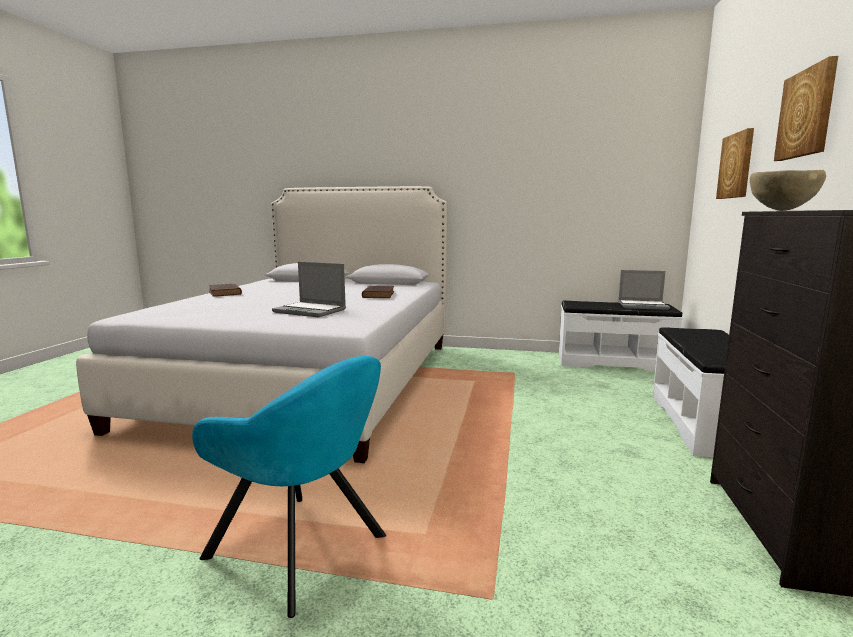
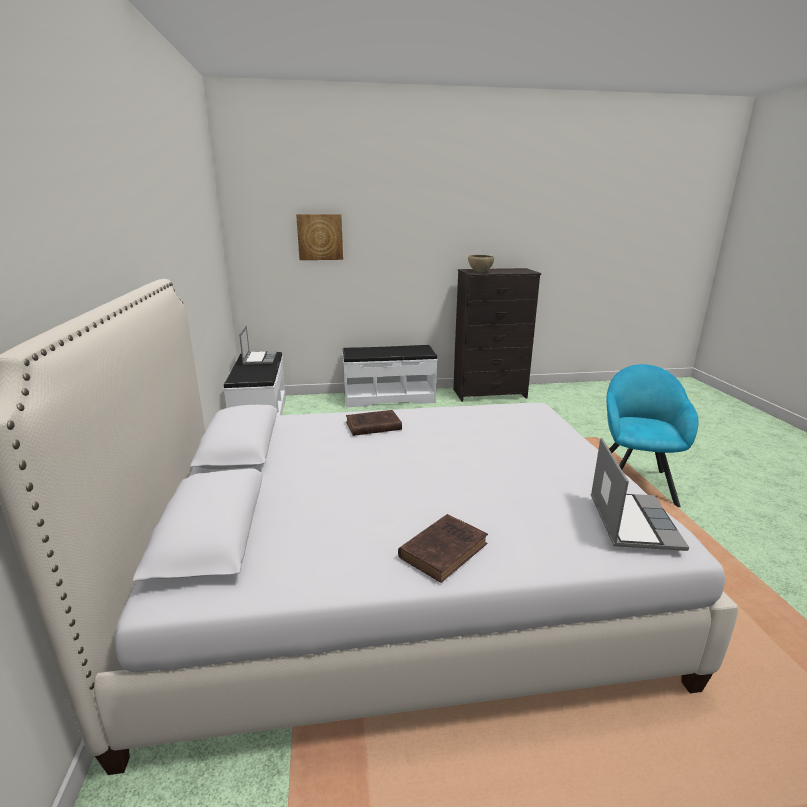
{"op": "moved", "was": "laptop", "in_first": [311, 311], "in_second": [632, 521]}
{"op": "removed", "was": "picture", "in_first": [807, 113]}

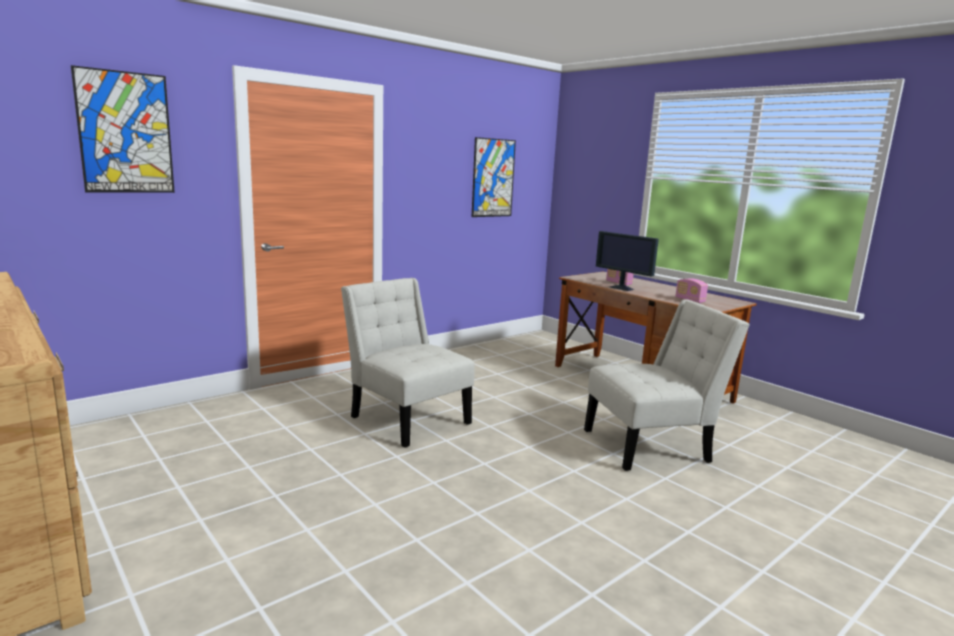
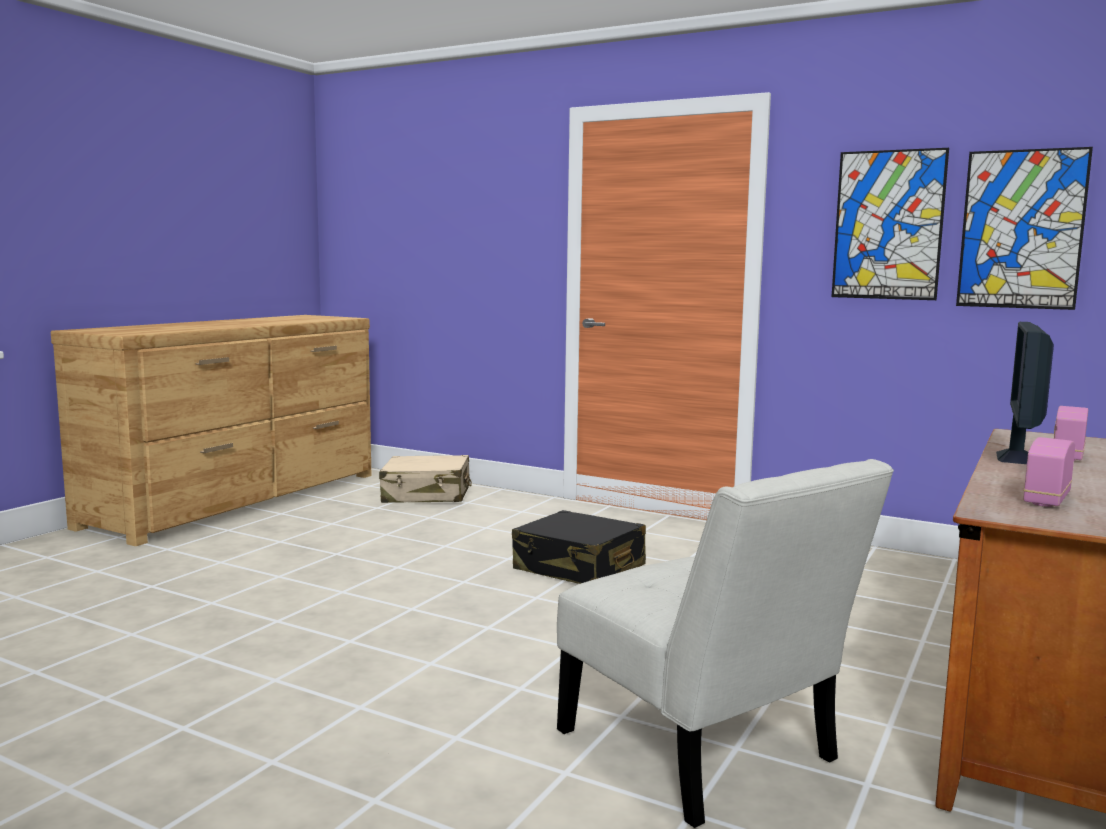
{"op": "added", "now": "suitcase/beige", "in_second": [426, 495]}
{"op": "replaced", "was": "chair/white", "now": "suitcase/black", "in_first": [407, 418], "in_second": [579, 568]}
{"op": "moved", "was": "picture", "in_first": [125, 133], "in_second": [888, 225]}

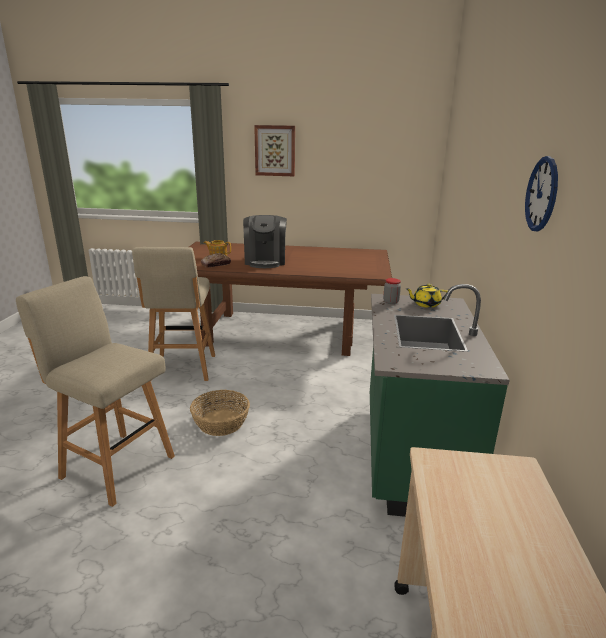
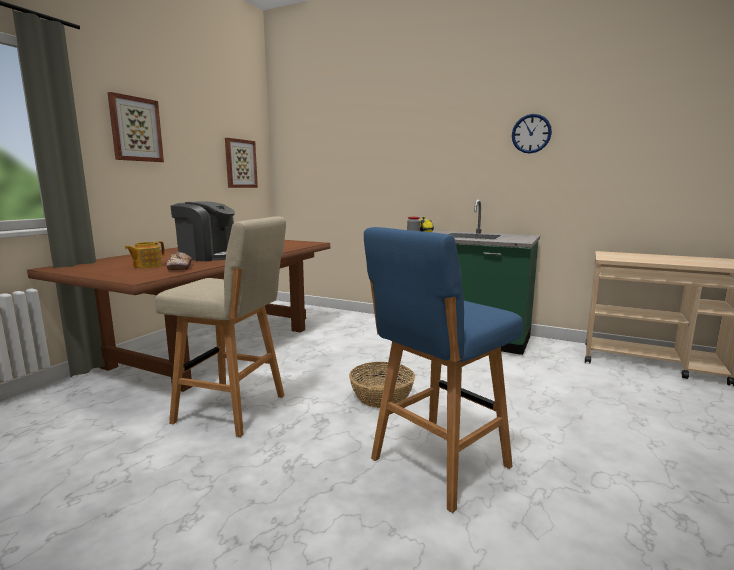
{"op": "added", "now": "picture", "in_second": [240, 163]}
{"op": "recoloured", "was": "stool/beige", "now": "stool/blue", "in_first": [115, 465], "in_second": [437, 464]}

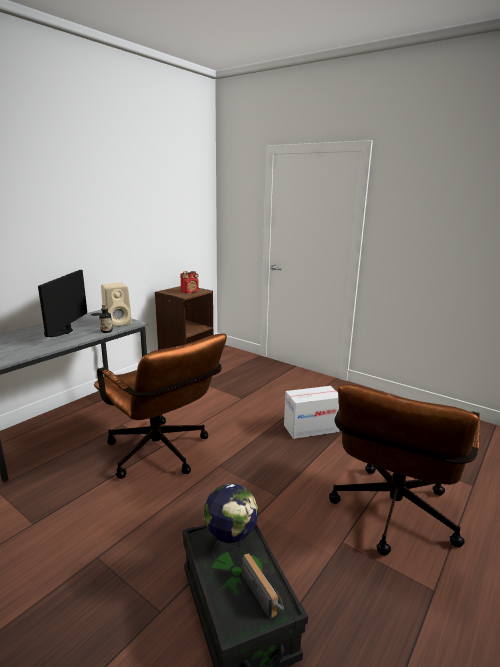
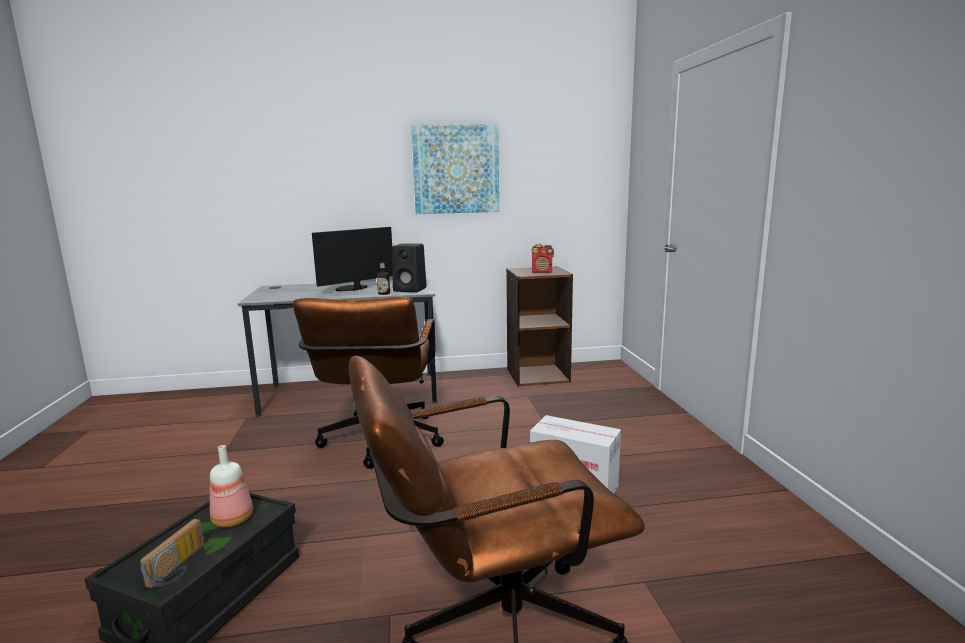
{"op": "replaced", "was": "globe", "now": "bottle", "in_first": [230, 545], "in_second": [234, 519]}
{"op": "recoloured", "was": "speaker/beige", "now": "speaker/black", "in_first": [118, 323], "in_second": [411, 289]}
{"op": "added", "now": "picture", "in_second": [456, 169]}

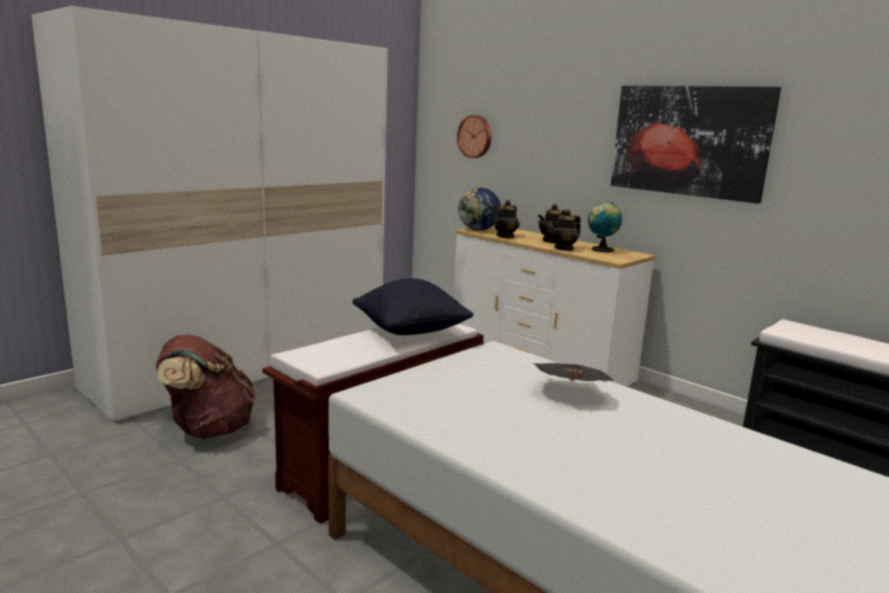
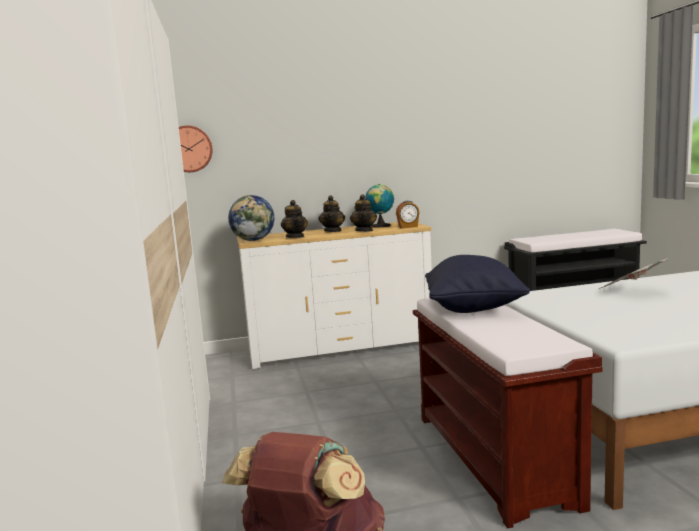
{"op": "added", "now": "alarm clock", "in_second": [408, 227]}
{"op": "removed", "was": "picture", "in_first": [688, 141]}

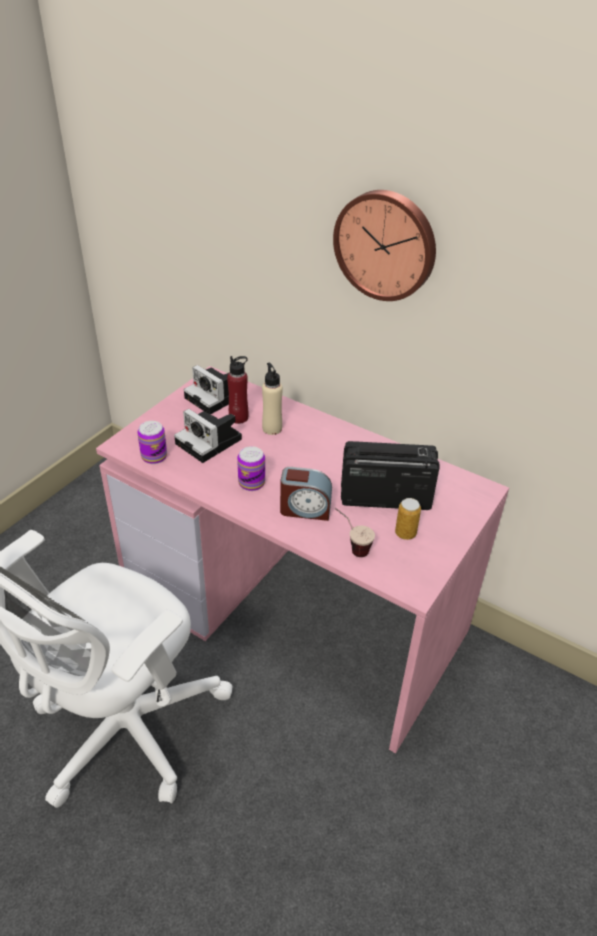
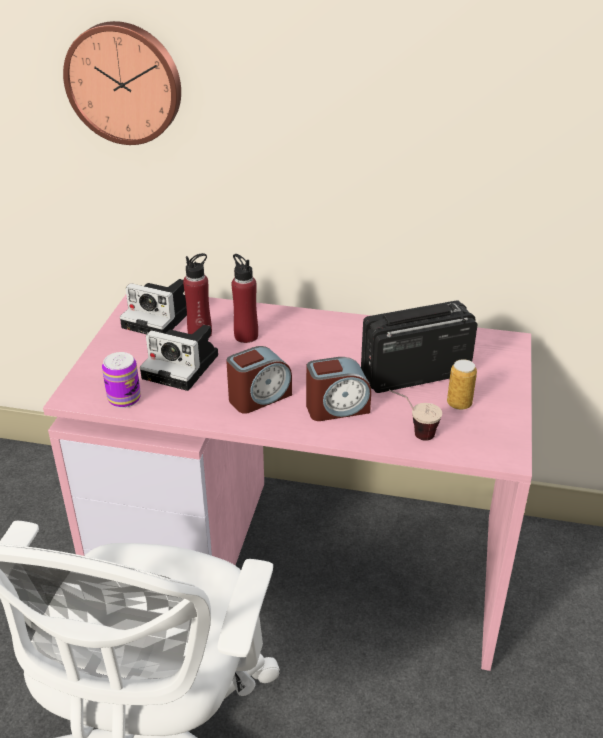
{"op": "moved", "was": "wall clock", "in_first": [386, 244], "in_second": [125, 82]}
{"op": "replaced", "was": "can", "now": "alarm clock", "in_first": [251, 483], "in_second": [259, 397]}
{"op": "recoloured", "was": "bottle/beige", "now": "bottle/red", "in_first": [272, 428], "in_second": [246, 336]}

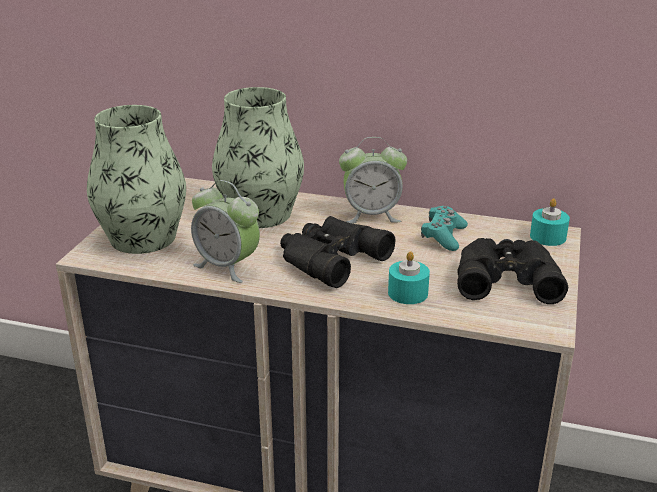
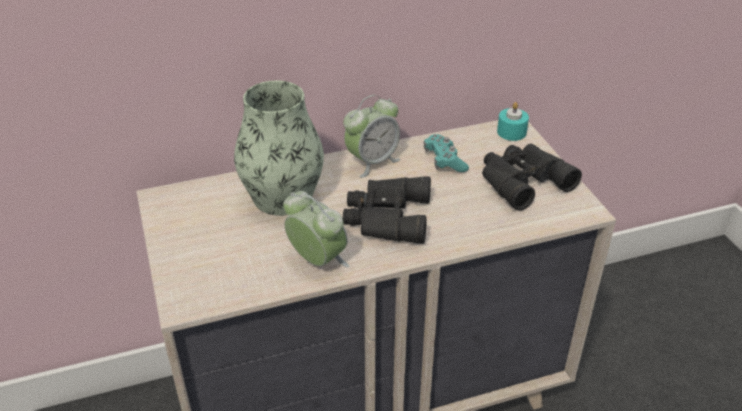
{"op": "turned", "was": "alarm clock", "in_first": [227, 266], "in_second": [317, 260], "clockwise": -135}
{"op": "removed", "was": "vase", "in_first": [143, 238]}
{"op": "removed", "was": "candle/turquoise", "in_first": [408, 293]}

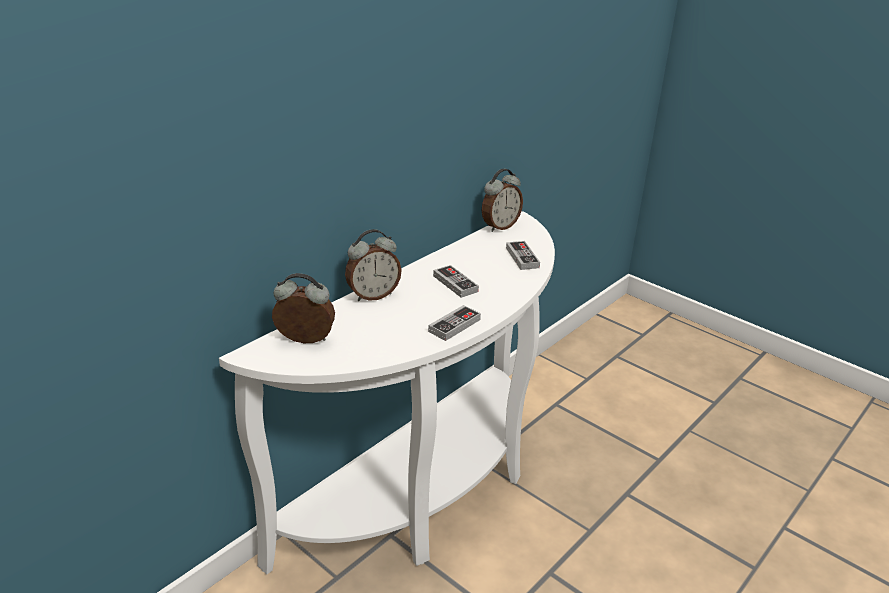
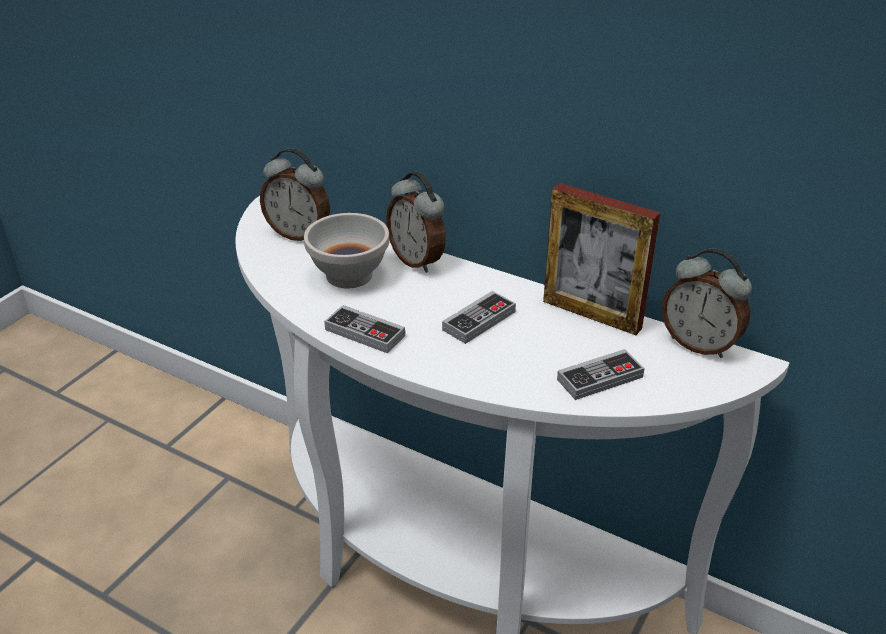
{"op": "turned", "was": "alarm clock", "in_first": [304, 341], "in_second": [299, 234], "clockwise": 120}
{"op": "added", "now": "bowl/white", "in_second": [349, 275]}
{"op": "added", "now": "picture frame", "in_second": [591, 314]}

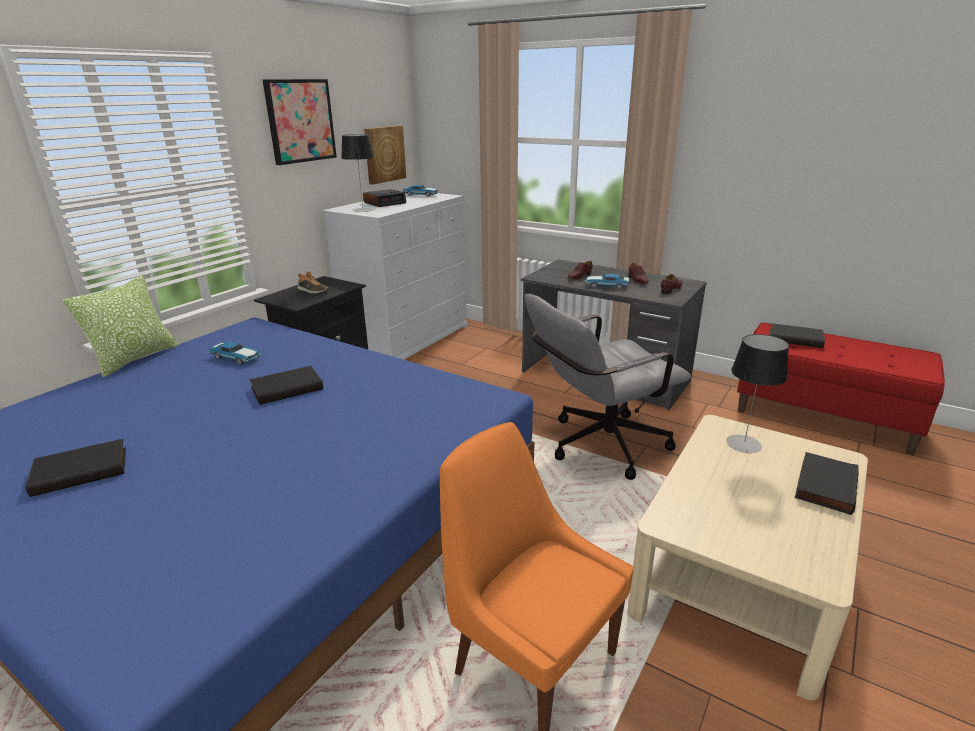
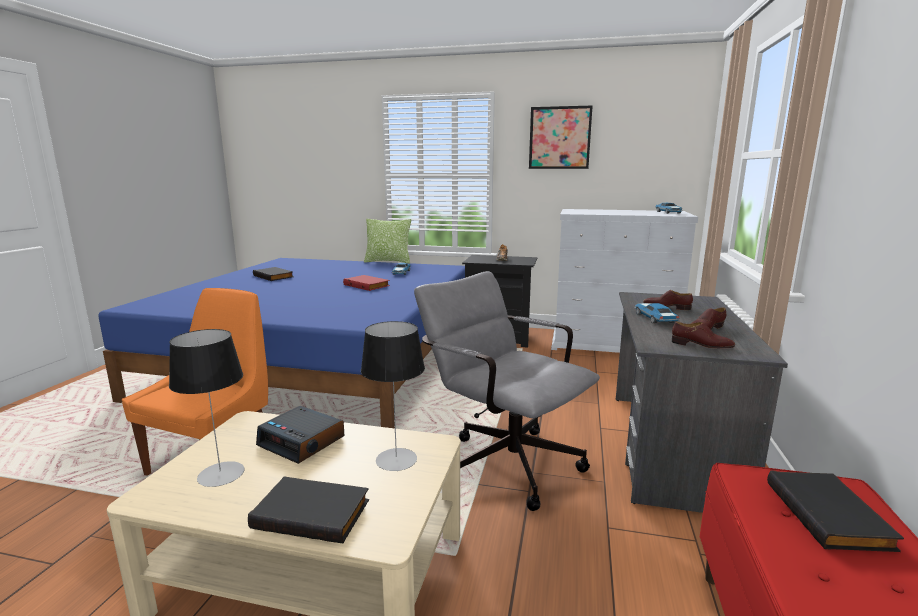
{"op": "moved", "was": "table lamp", "in_first": [362, 210], "in_second": [220, 474]}
{"op": "moved", "was": "alarm clock", "in_first": [385, 203], "in_second": [302, 441]}
{"op": "recoloured", "was": "book/black", "now": "book/red", "in_first": [287, 388], "in_second": [367, 285]}
{"op": "removed", "was": "picture", "in_first": [384, 154]}

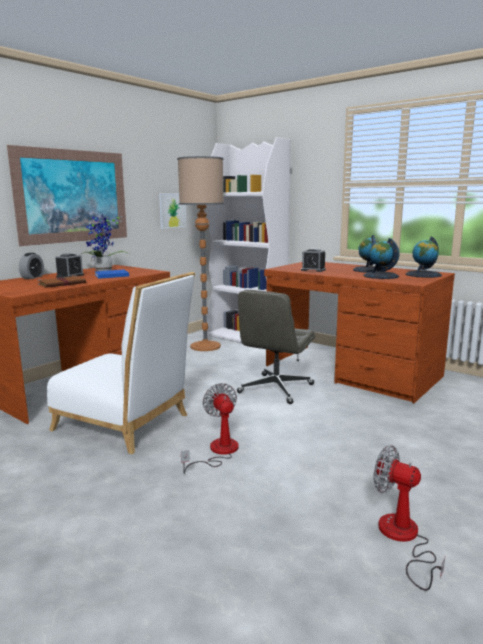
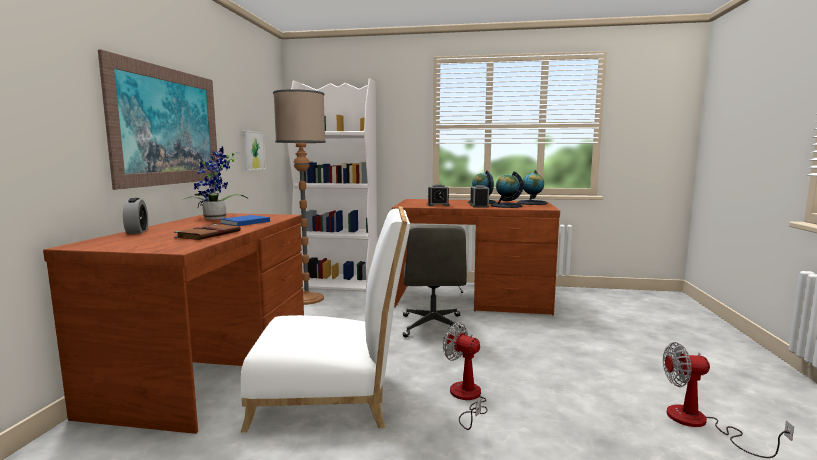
{"op": "moved", "was": "alarm clock", "in_first": [70, 276], "in_second": [479, 206]}

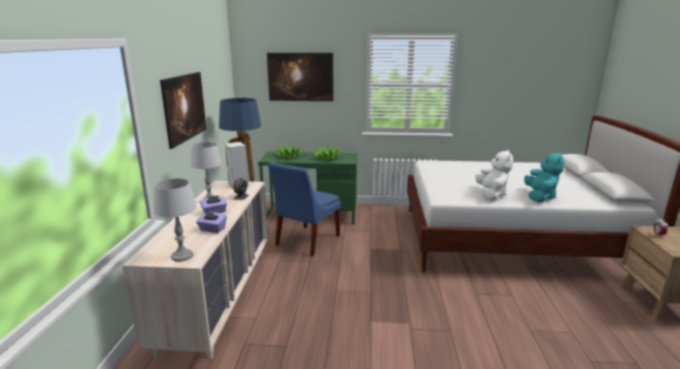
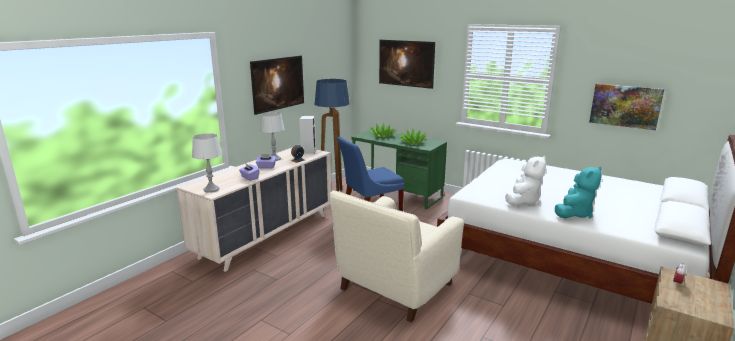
{"op": "added", "now": "armchair/beige", "in_second": [394, 288]}
{"op": "added", "now": "picture", "in_second": [625, 106]}

